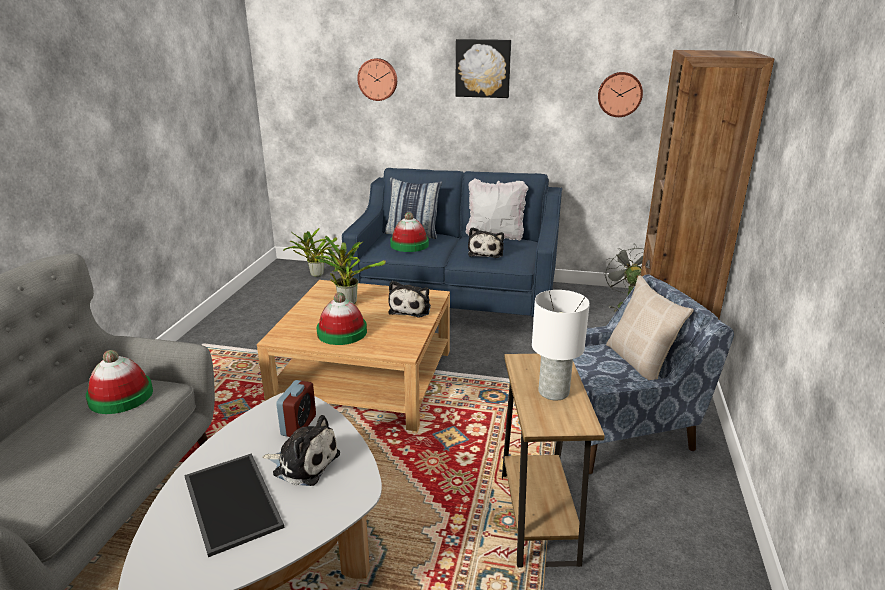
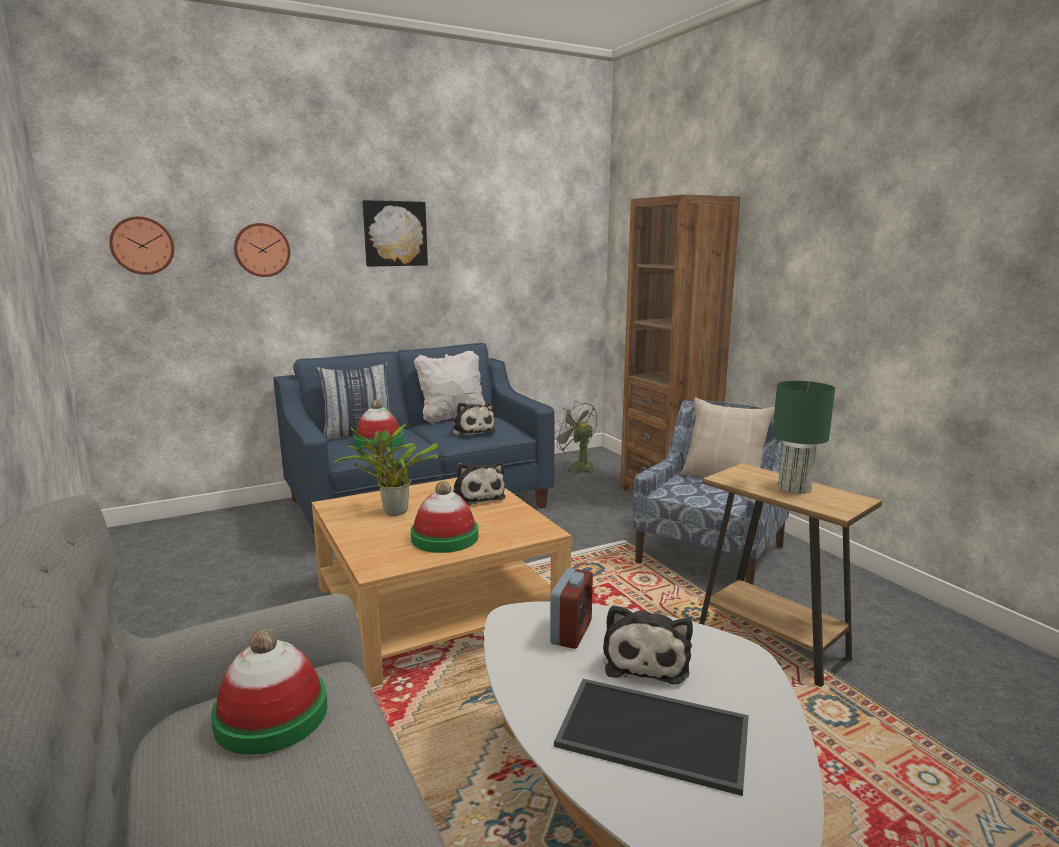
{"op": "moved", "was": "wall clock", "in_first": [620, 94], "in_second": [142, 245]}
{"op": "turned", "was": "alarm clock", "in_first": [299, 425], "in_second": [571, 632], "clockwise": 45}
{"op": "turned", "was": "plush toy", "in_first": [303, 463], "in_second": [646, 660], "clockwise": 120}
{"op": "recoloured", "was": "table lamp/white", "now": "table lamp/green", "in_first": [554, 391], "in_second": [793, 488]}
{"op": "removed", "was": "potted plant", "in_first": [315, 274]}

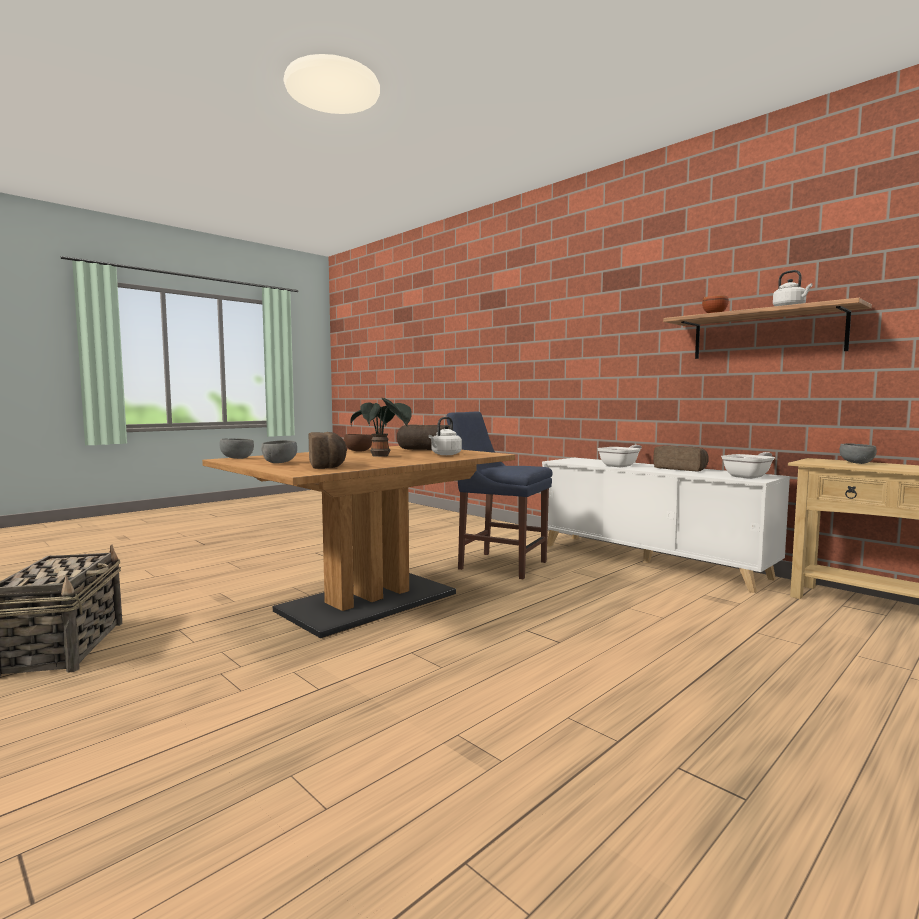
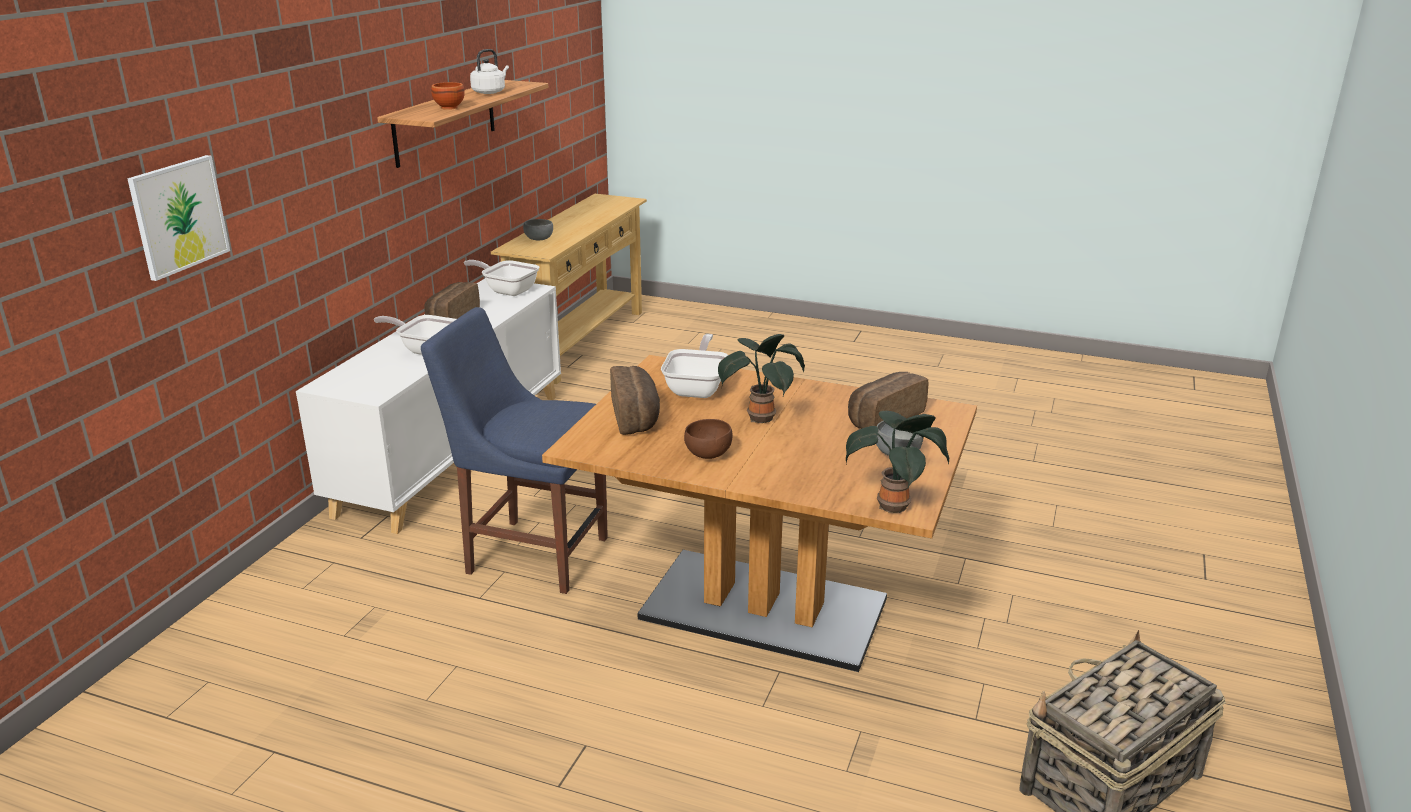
{"op": "added", "now": "picture", "in_second": [179, 216]}
{"op": "turned", "was": "chair/blue", "in_first": [498, 564], "in_second": [531, 553], "clockwise": 105}
{"op": "replaced", "was": "kettle/white", "now": "frying pan", "in_first": [445, 454], "in_second": [698, 388]}
{"op": "replaced", "was": "bowl/grey", "now": "potted plant", "in_first": [237, 458], "in_second": [894, 505]}

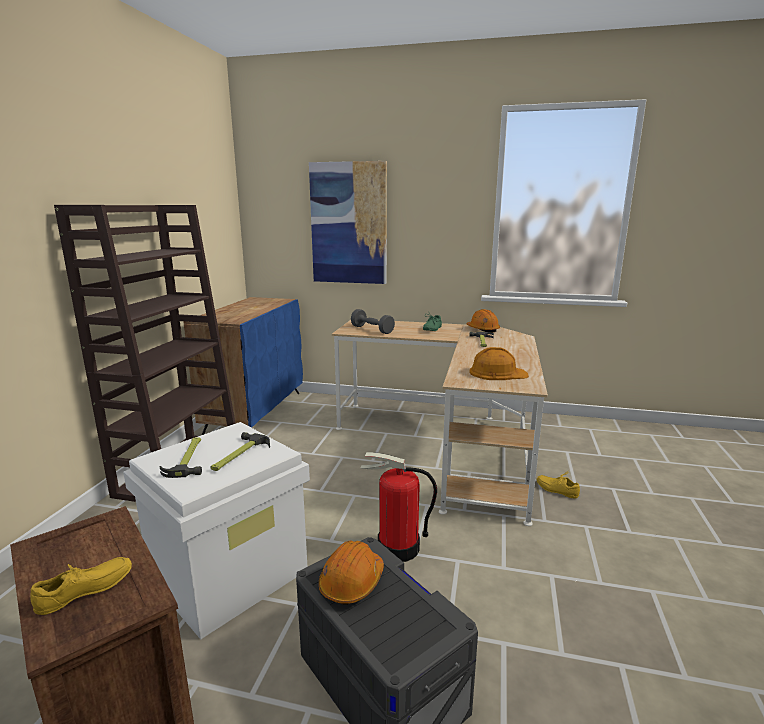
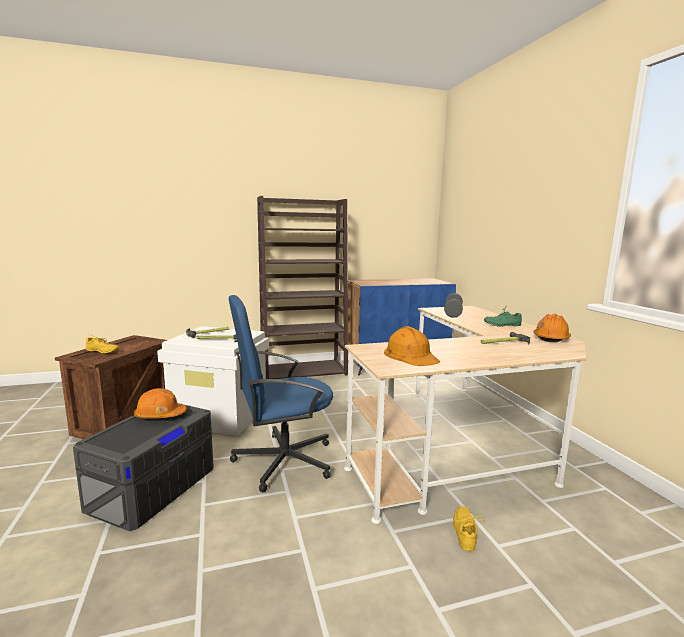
{"op": "replaced", "was": "fire extinguisher", "now": "office chair/blue", "in_first": [398, 548], "in_second": [282, 461]}
{"op": "removed", "was": "picture", "in_first": [349, 224]}

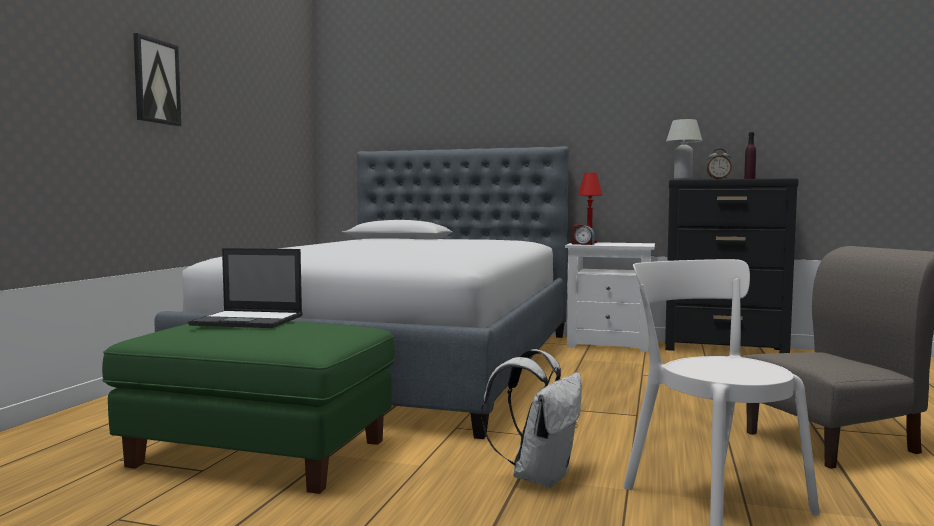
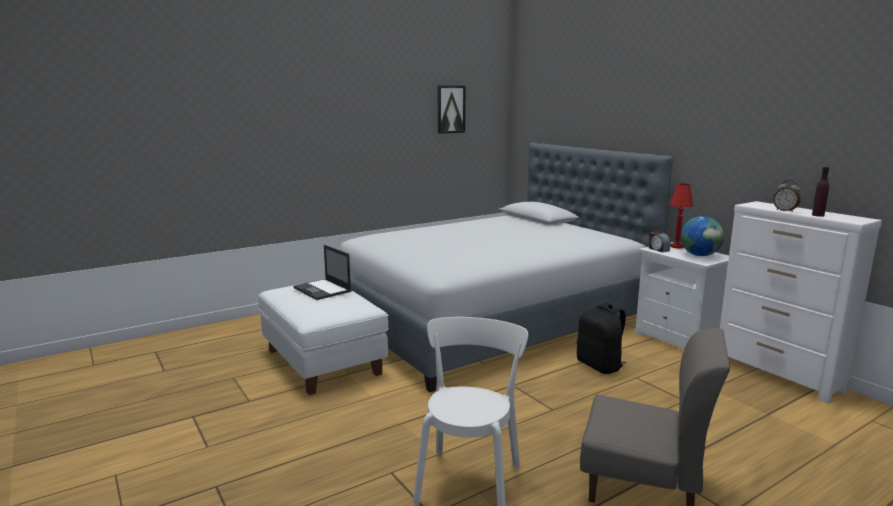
{"op": "recoloured", "was": "ottoman/green", "now": "ottoman/white", "in_first": [261, 453], "in_second": [324, 362]}
{"op": "moved", "was": "picture", "in_first": [156, 81], "in_second": [450, 109]}
{"op": "added", "now": "backpack/black", "in_second": [600, 366]}
{"op": "added", "now": "globe", "in_second": [699, 255]}
{"op": "recoloured", "was": "dresser/black", "now": "dresser/white", "in_first": [725, 349], "in_second": [778, 375]}
{"op": "removed", "was": "backpack/white", "in_first": [539, 476]}
{"op": "removed", "was": "table lamp/white", "in_first": [682, 179]}

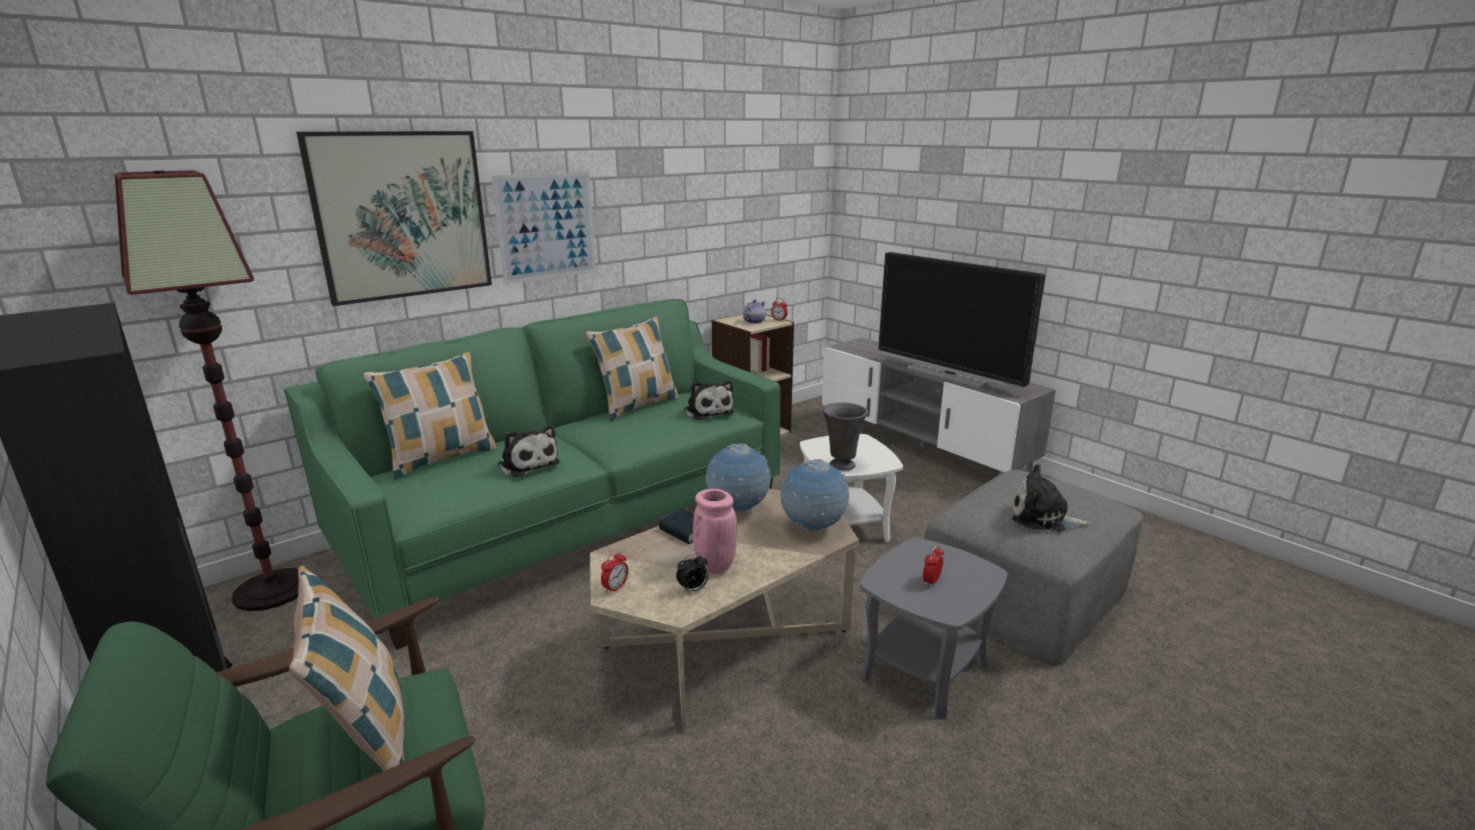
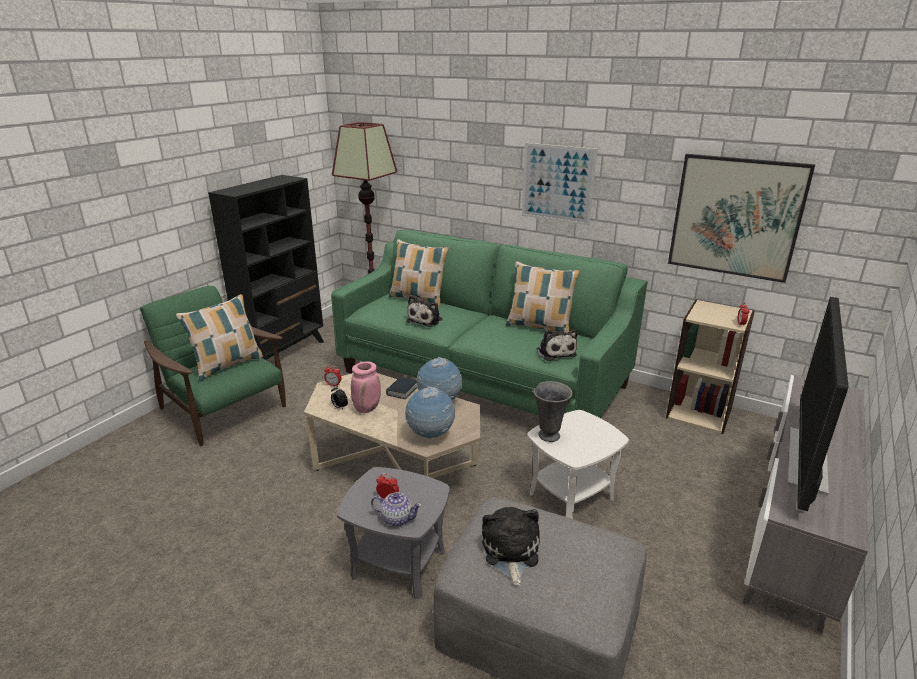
{"op": "moved", "was": "teapot", "in_first": [753, 321], "in_second": [396, 518]}
{"op": "turned", "was": "plush toy", "in_first": [708, 411], "in_second": [555, 352], "clockwise": -60}
{"op": "moved", "was": "picture", "in_first": [402, 215], "in_second": [736, 217]}

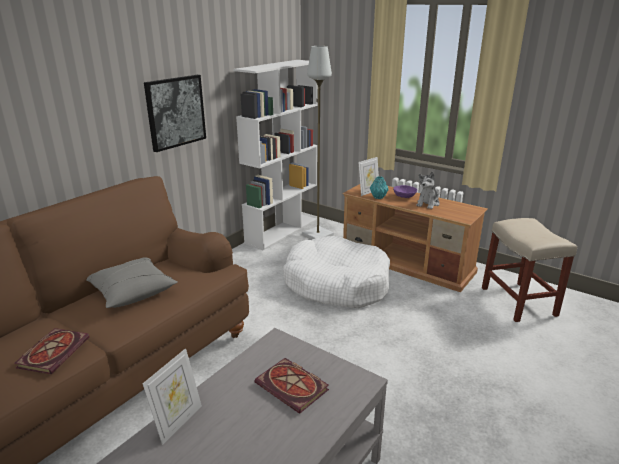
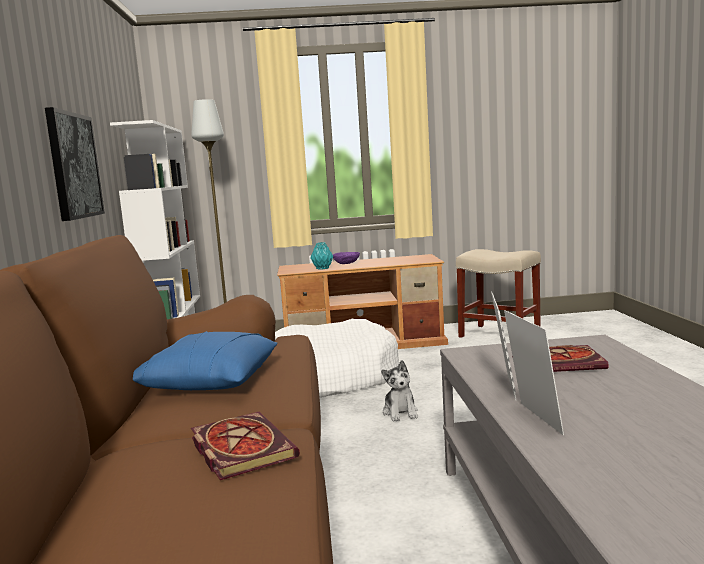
{"op": "recoloured", "was": "pillow/grey", "now": "pillow/blue", "in_first": [132, 292], "in_second": [209, 382]}
{"op": "moved", "was": "plush toy", "in_first": [428, 204], "in_second": [400, 412]}
{"op": "moved", "was": "picture frame", "in_first": [368, 192], "in_second": [504, 387]}

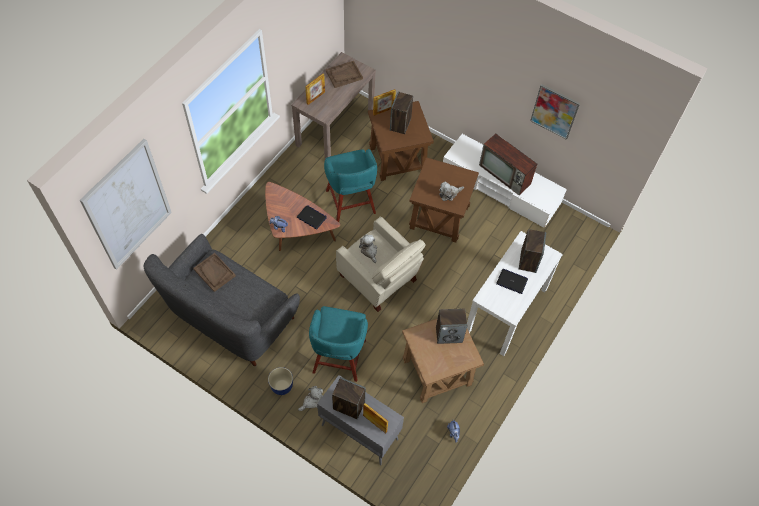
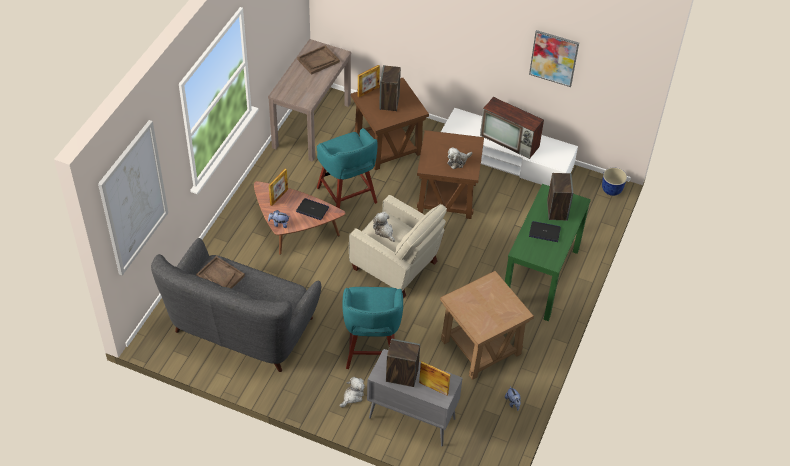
{"op": "moved", "was": "picture frame", "in_first": [315, 98], "in_second": [279, 197]}
{"op": "recoloured", "was": "console table/white", "now": "console table/green", "in_first": [506, 310], "in_second": [540, 277]}
{"op": "moved", "was": "planter", "in_first": [281, 386], "in_second": [611, 190]}
{"op": "removed", "was": "speaker", "in_first": [449, 334]}

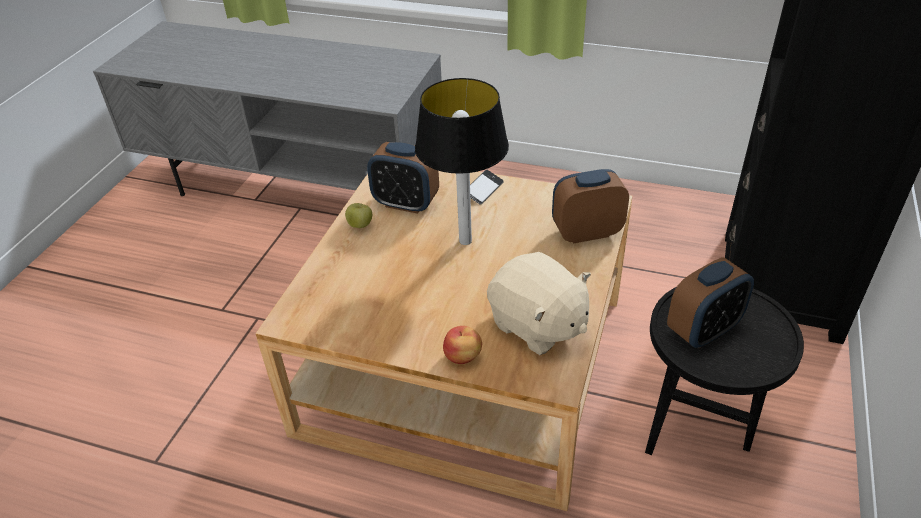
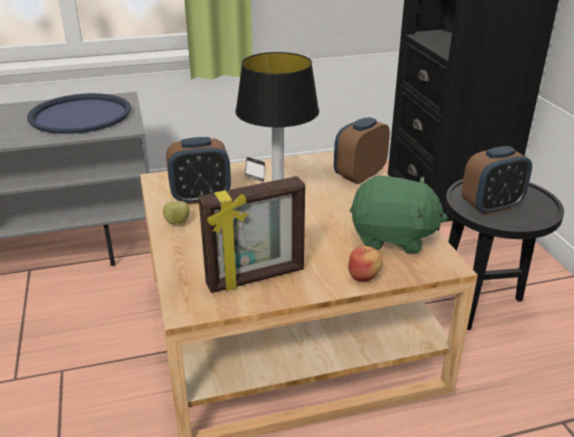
{"op": "added", "now": "tray/blue", "in_second": [80, 115]}
{"op": "added", "now": "picture frame", "in_second": [256, 278]}
{"op": "recoloured", "was": "plush toy/beige", "now": "plush toy/green", "in_first": [537, 325], "in_second": [392, 238]}
{"op": "turned", "was": "alarm clock", "in_first": [703, 330], "in_second": [491, 206], "clockwise": 45}

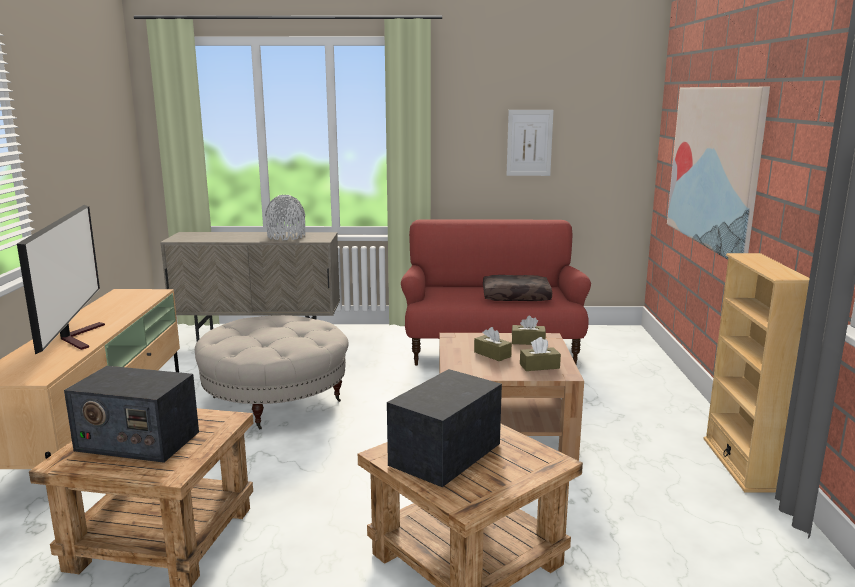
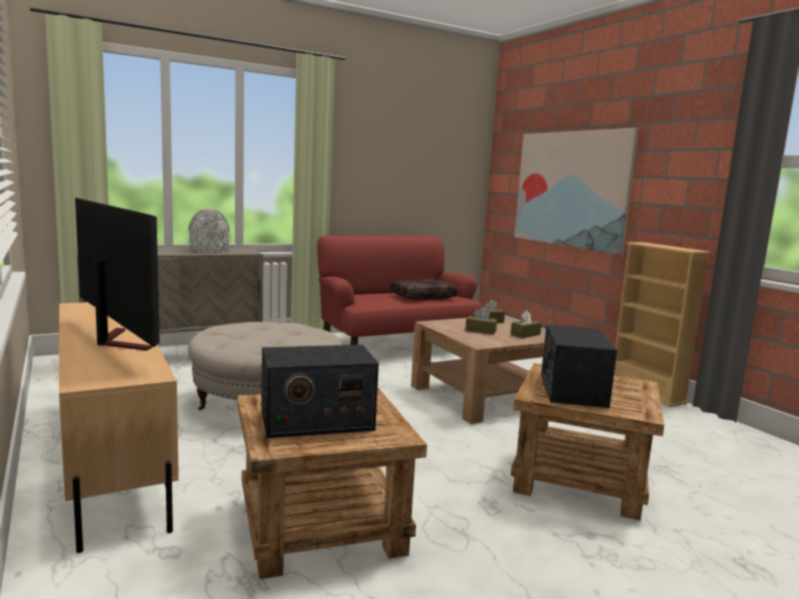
{"op": "removed", "was": "picture", "in_first": [529, 143]}

